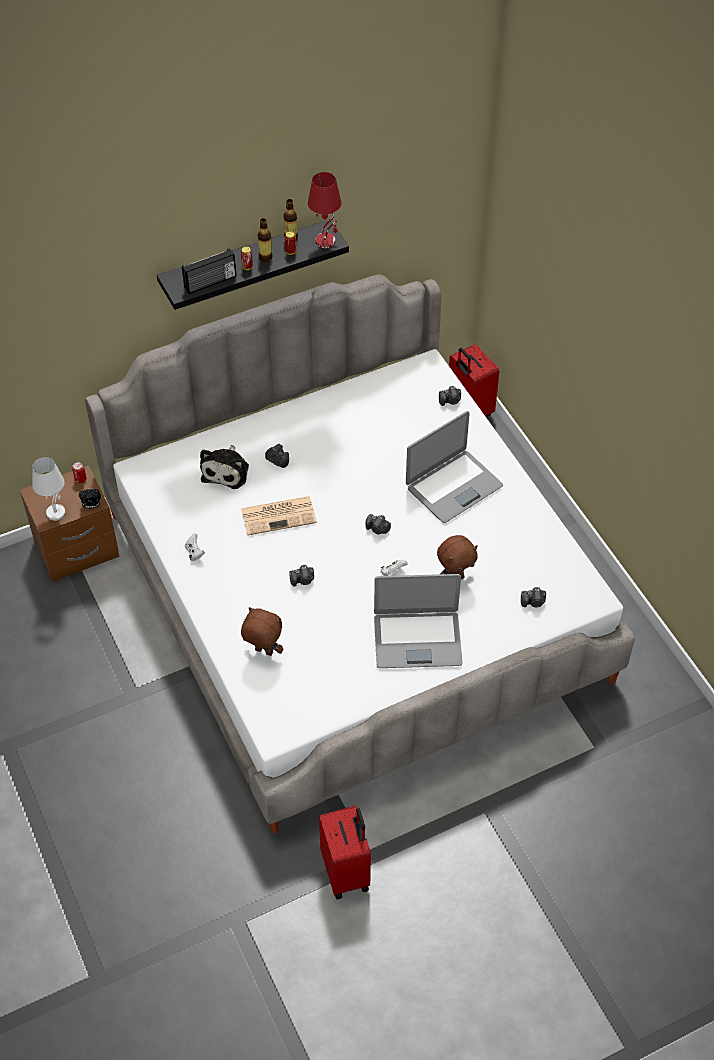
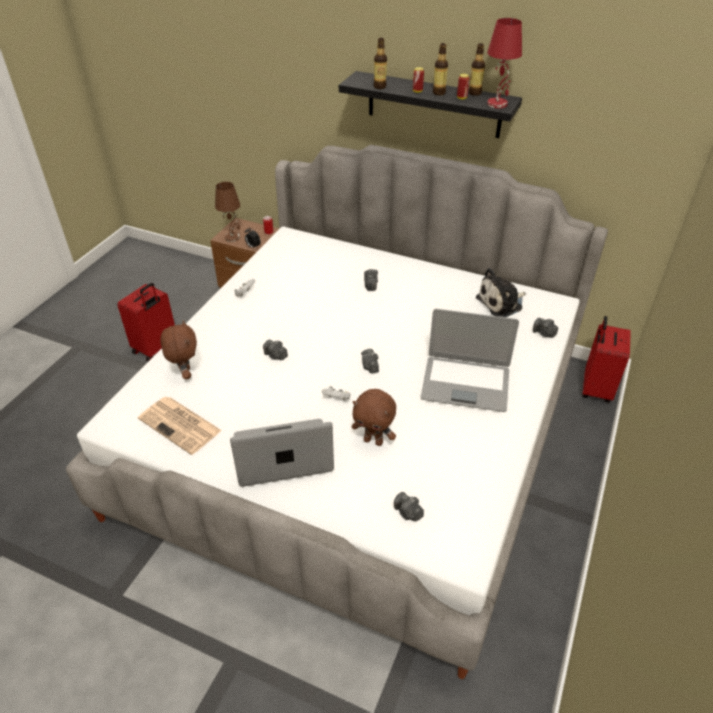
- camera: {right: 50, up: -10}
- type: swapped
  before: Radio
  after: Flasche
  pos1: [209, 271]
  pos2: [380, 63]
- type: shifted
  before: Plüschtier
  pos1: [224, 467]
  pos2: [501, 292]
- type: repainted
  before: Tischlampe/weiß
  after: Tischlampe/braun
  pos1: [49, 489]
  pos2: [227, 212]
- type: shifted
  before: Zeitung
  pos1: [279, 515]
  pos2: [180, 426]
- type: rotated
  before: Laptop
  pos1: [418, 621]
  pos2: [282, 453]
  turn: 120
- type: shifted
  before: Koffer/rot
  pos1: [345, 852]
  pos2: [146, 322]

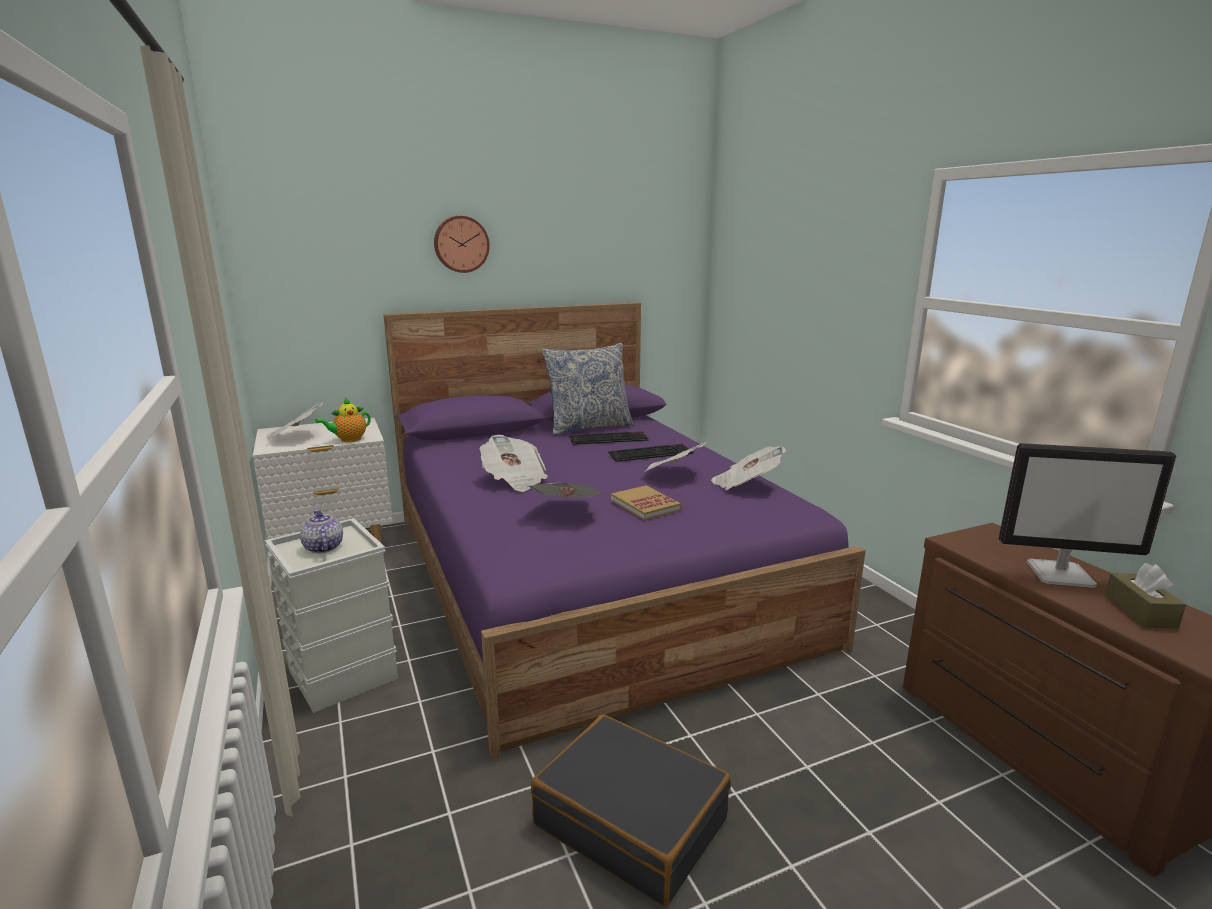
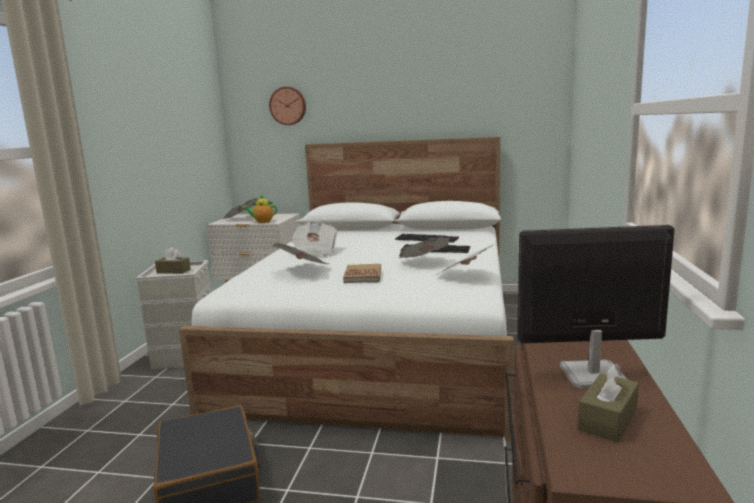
- camera: {right: 35, up: -5}
- type: shifted
  before: Wanduhr
  pos1: [462, 244]
  pos2: [287, 106]
- type: repainted
  before: Bett/lila
  after: Bett/weiß
  pos1: [624, 530]
  pos2: [346, 289]
- type: gone
  before: Kissen
  pos1: [588, 389]
- type: rotated
  before: Monitor
  pos1: [1087, 515]
  pos2: [596, 307]
  turn: 135
- type: swapped
  before: Teekanne
  after: Taschentuchbox/braun
  pos1: [321, 532]
  pos2: [173, 260]

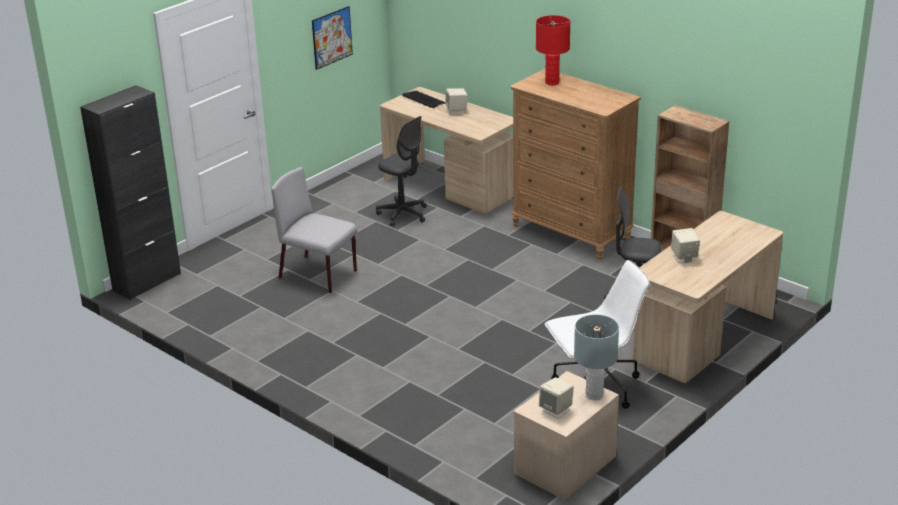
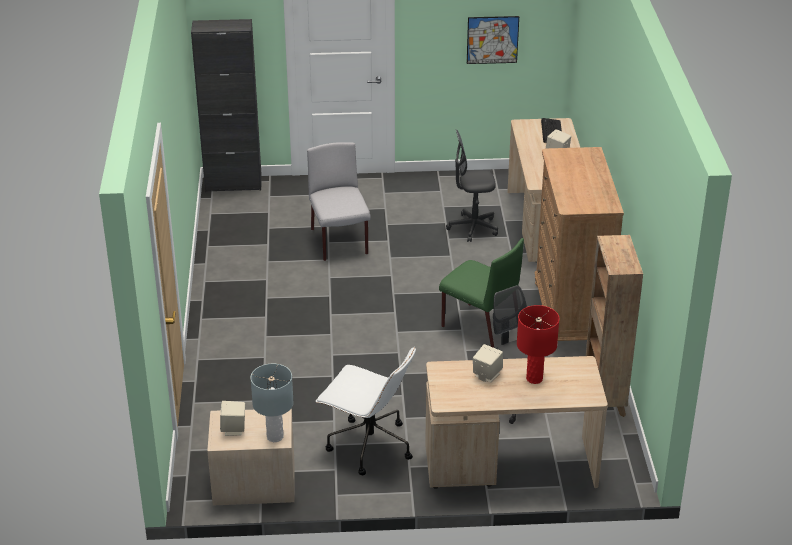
- camera: {right: 45, up: 5}
- type: shifted
  before: Tischlampe/rot
  pos1: [553, 50]
  pos2: [538, 344]
- type: rotated
  before: Bürostuhl/grau
  pos1: [401, 171]
  pos2: [472, 185]
  turn: 90
- type: new
  after: Stuhl/grün
  pos2: [481, 293]

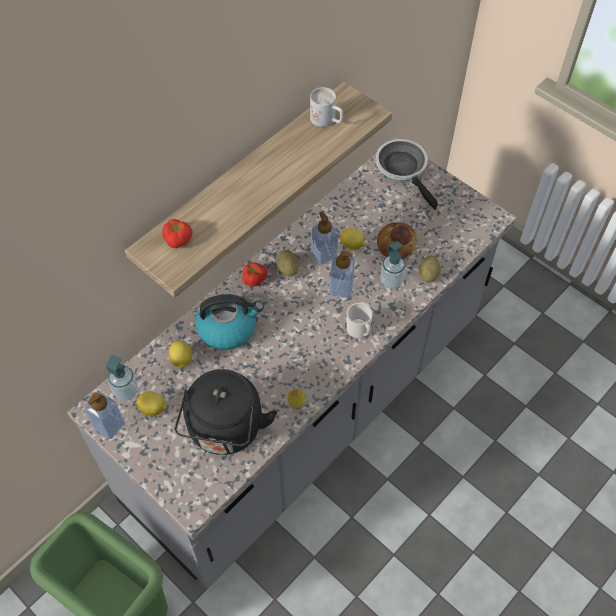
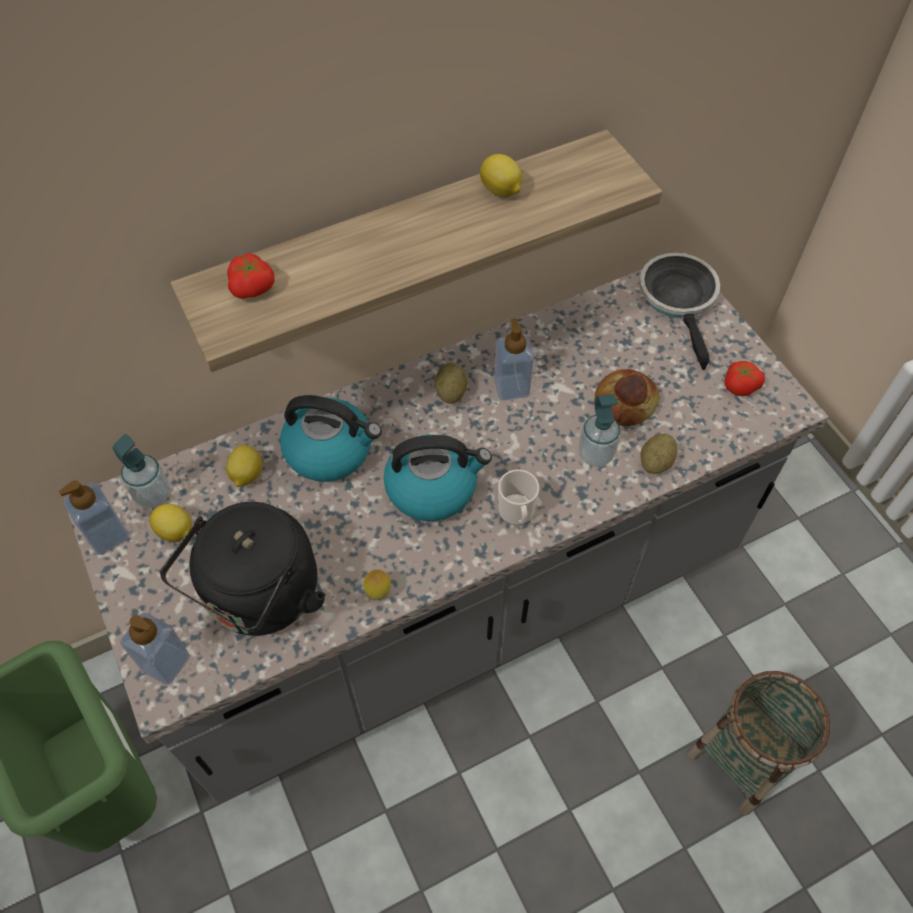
- camera: {right: 20, up: 0}
- type: gone
  before: Henkelbecher/weiß
  pos1: [326, 107]
- type: shifted
  before: Zitrone
  pos1: [352, 239]
  pos2: [501, 175]
- type: shifted
  before: Seifenspender
  pos1: [342, 274]
  pos2: [155, 649]
- type: shifted
  before: Tomate
  pos1: [255, 275]
  pos2: [745, 378]
- type: new
  after: Wasserkessel
  pos2: [438, 477]
- type: new
  after: Korb
  pos2: [759, 743]

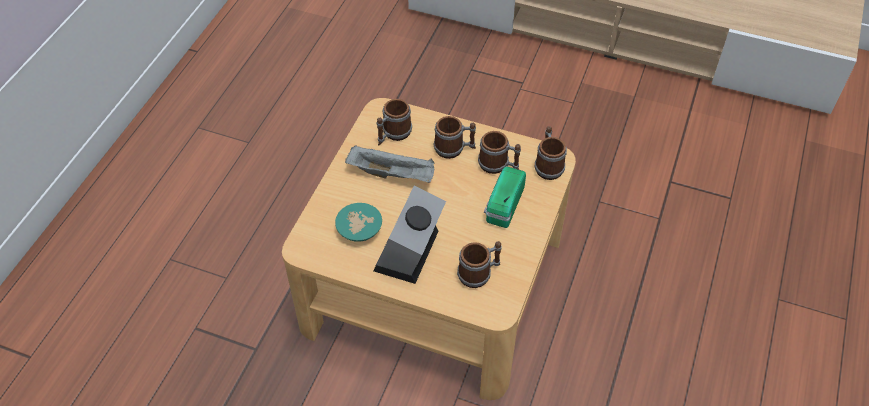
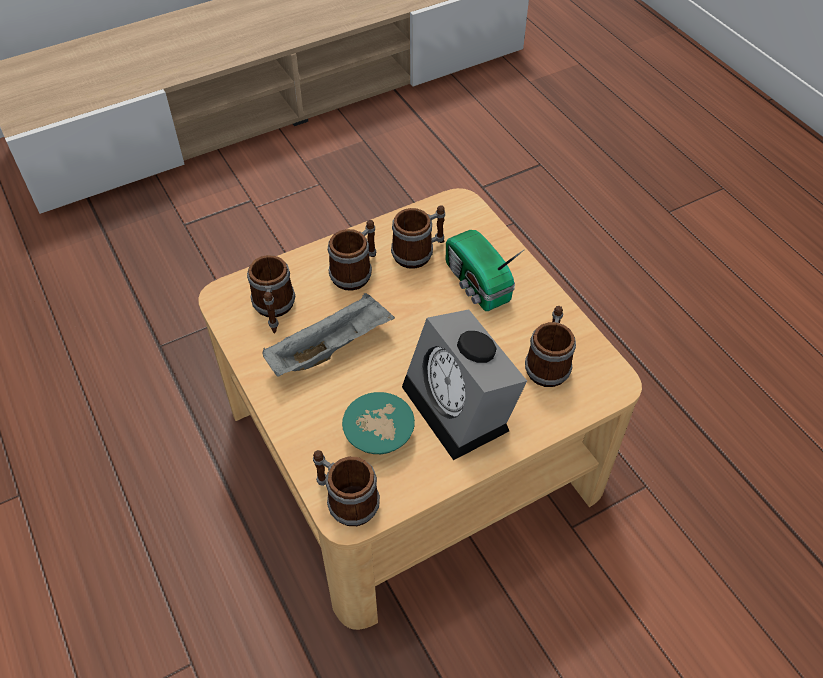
- camera: {right: -50, up: 0}
- type: shifted
  before: Henkelbecher
  pos1: [551, 153]
  pos2: [346, 488]

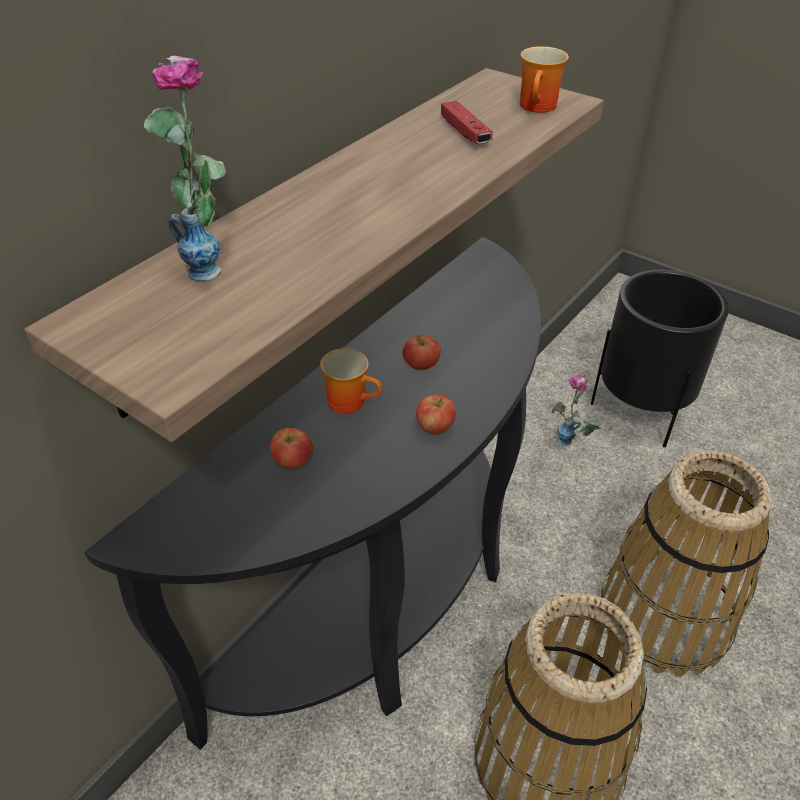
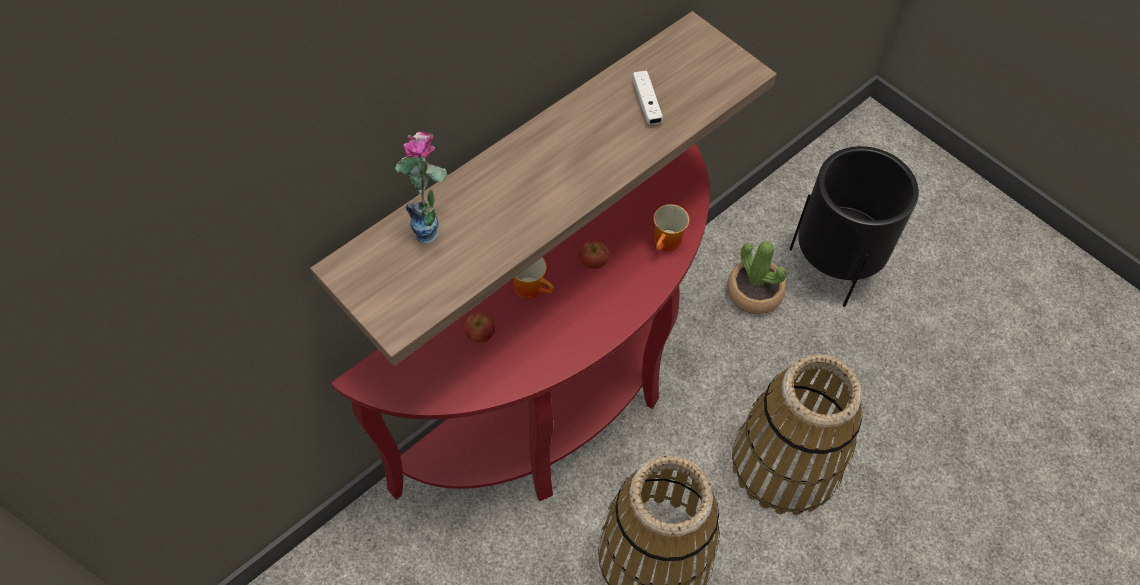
- camera: {right: 10, up: 15}
- type: shifted
  before: Henkelbecher
  pos1: [544, 79]
  pos2: [671, 227]
- type: repainted
  before: Gamepad/rot
  after: Gamepad/weiß
  pos1: [466, 122]
  pos2: [648, 97]
- type: repainted
  before: Konsolentisch/schwarz
  after: Konsolentisch/rot
  pos1: [313, 493]
  pos2: [520, 322]
- type: swapped
  before: Vase
  after: Topfpflanze
  pos1: [576, 410]
  pos2: [757, 277]
- type: gone
  before: Apfel
  pos1: [436, 414]

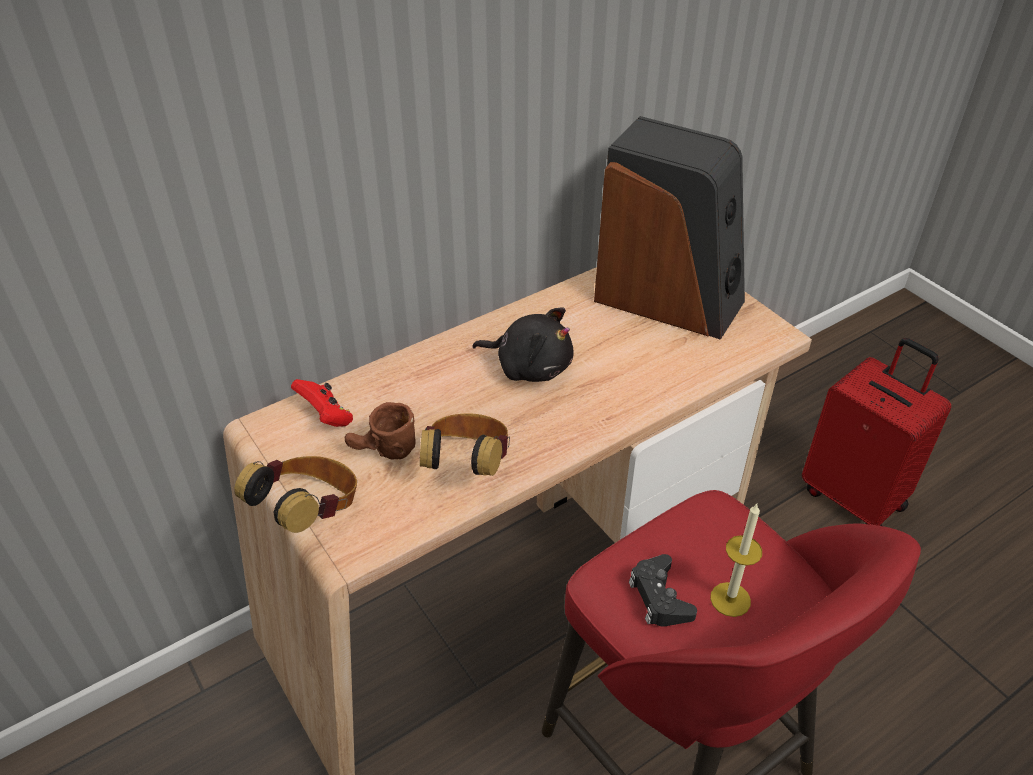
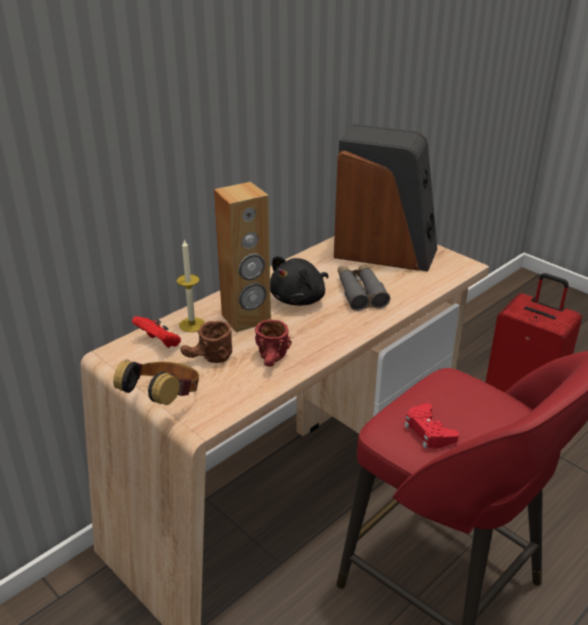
- camera: {right: -10, up: -10}
- type: rotated
  before: Plüschtier/schwarz
  pos1: [523, 344]
  pos2: [299, 281]
  turn: 120
- type: swapped
  before: Kopfhörer
  after: Henkelbecher/rot
  pos1: [465, 445]
  pos2: [273, 343]
- type: shifted
  before: Kerze
  pos1: [736, 560]
  pos2: [191, 285]
- type: repainted
  before: Gamepad/schwarz
  after: Gamepad/rot
  pos1: [663, 590]
  pos2: [431, 426]
- type: new
  after: Lautsprecher/braun
  pos2: [242, 257]
- type: new
  after: Fernglas/grau
  pos2: [364, 287]

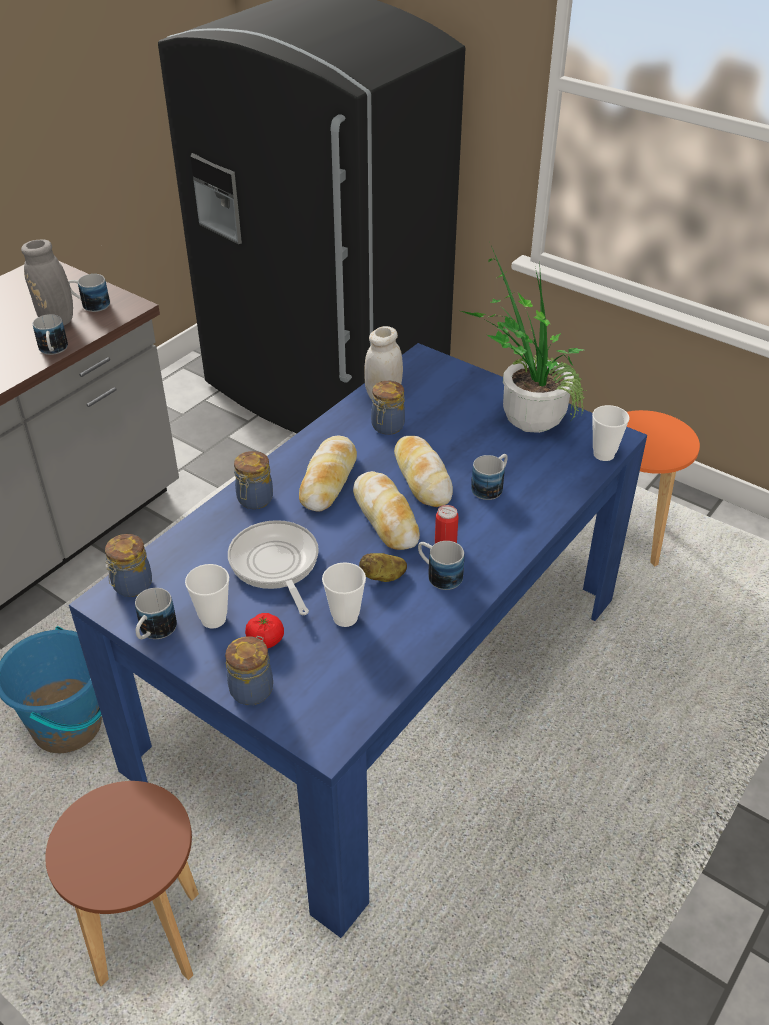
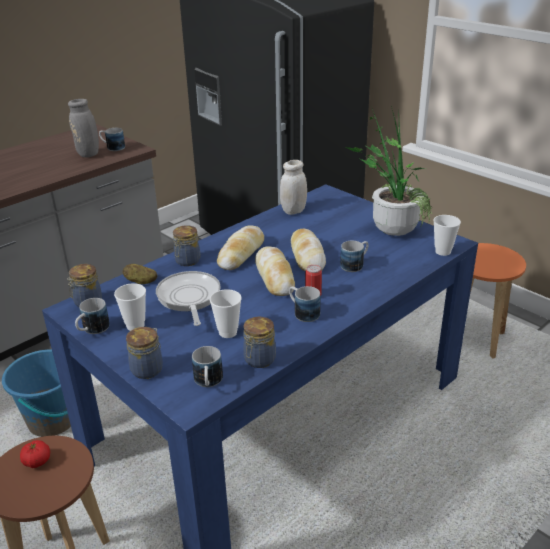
- camera: {right: 10, up: -10}
- type: shifted
  before: Henkelbecher
  pos1: [50, 334]
  pos2: [207, 366]
- type: shifted
  before: Vorratsglas
  pos1: [388, 408]
  pos2: [259, 342]
- type: shifted
  before: Kartoffel
  pos1: [383, 567]
  pos2: [140, 274]
- type: shifted
  before: Tomate
  pos1: [264, 630]
  pos2: [35, 454]

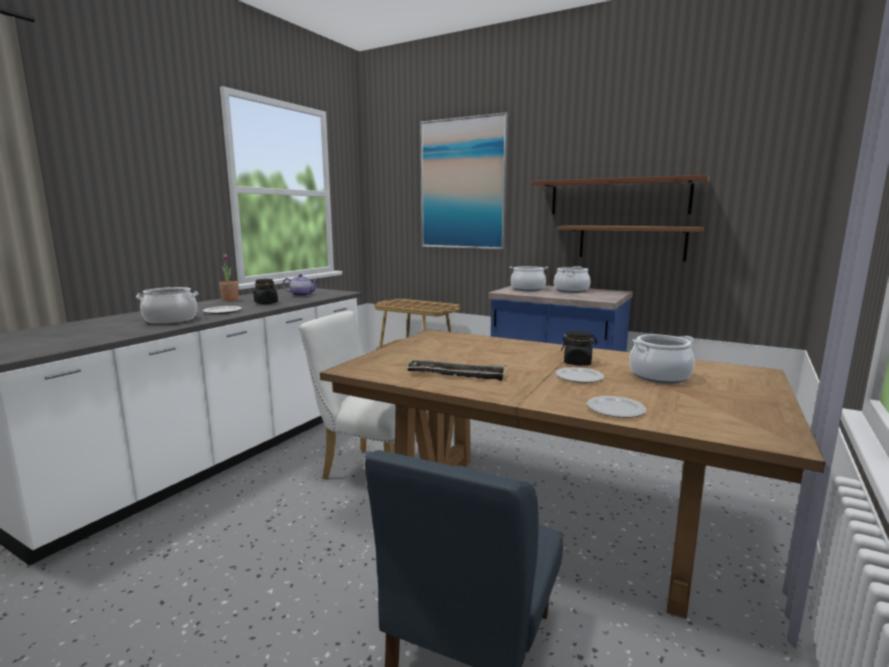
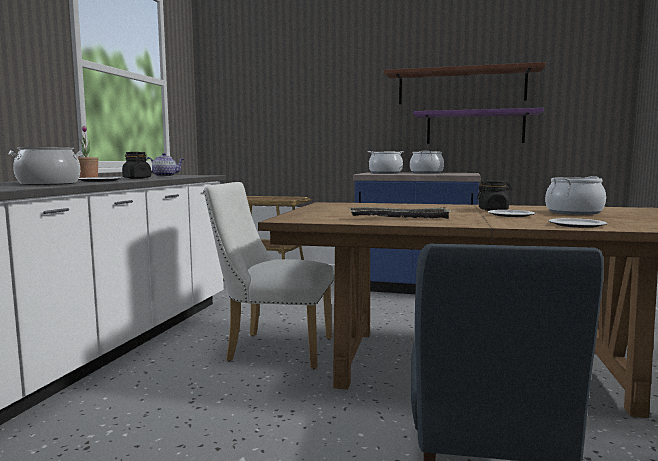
- camera: {right: -15, up: -5}
- type: gone
  before: Bild
  pos1: [464, 181]
- type: repainted
  before: Wandregal/braun
  after: Wandregal/lila
  pos1: [631, 243]
  pos2: [478, 126]

